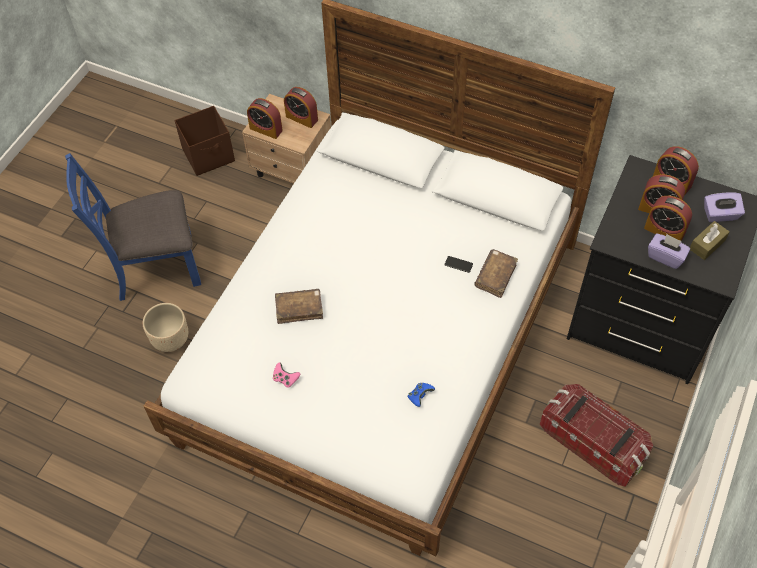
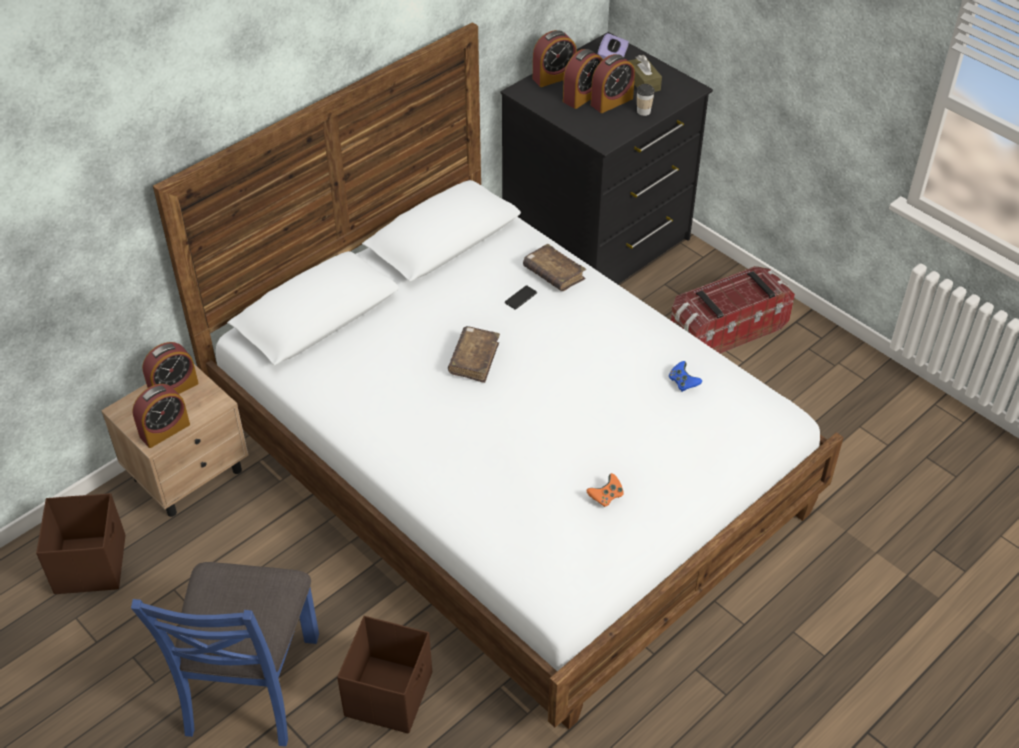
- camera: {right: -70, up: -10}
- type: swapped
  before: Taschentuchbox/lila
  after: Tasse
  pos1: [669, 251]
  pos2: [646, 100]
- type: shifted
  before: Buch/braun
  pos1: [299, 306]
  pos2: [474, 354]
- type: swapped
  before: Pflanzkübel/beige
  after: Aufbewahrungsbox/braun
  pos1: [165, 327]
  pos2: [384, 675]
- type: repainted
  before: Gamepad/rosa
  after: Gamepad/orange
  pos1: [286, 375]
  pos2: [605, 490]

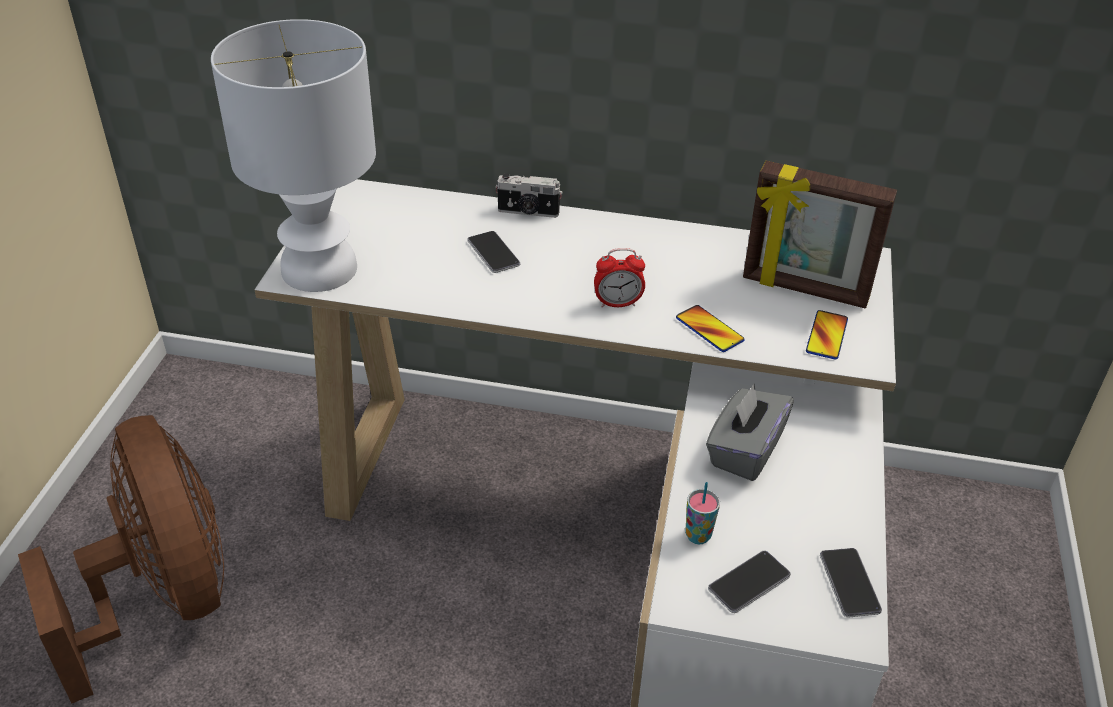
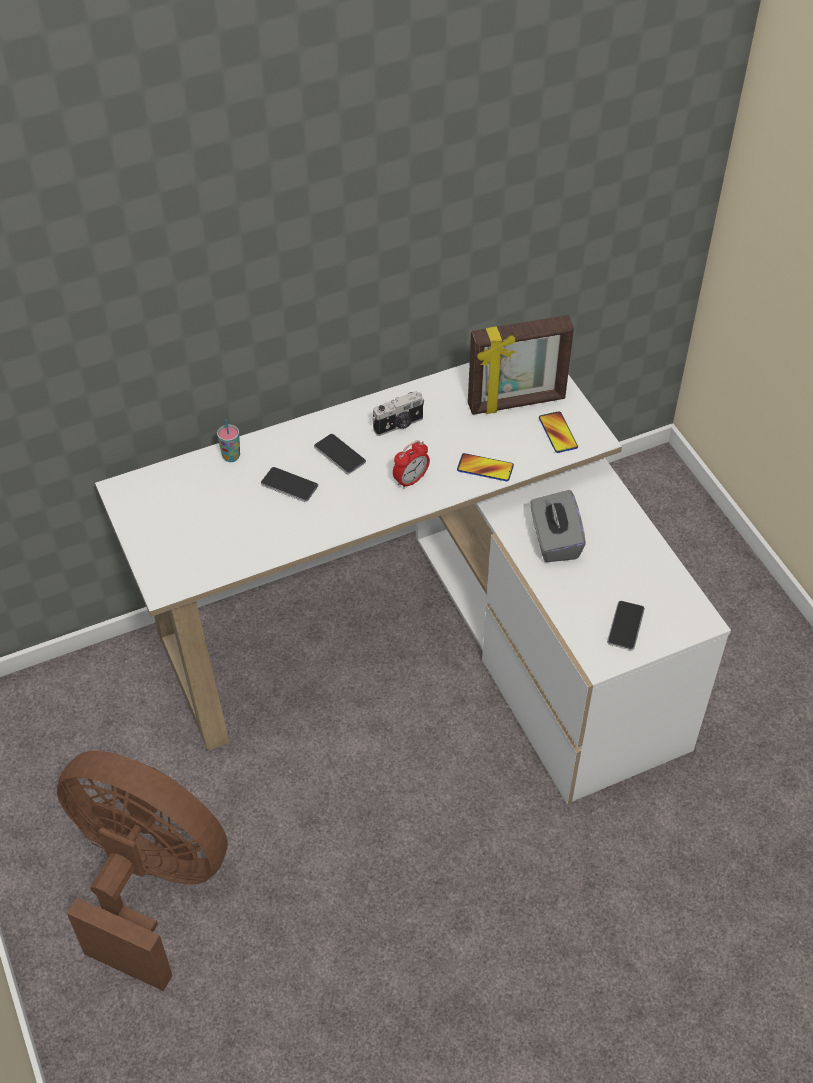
- camera: {right: -35, up: 10}
- type: gone
  before: Tischlampe/weiß
  pos1: [293, 155]
- type: shifted
  before: Kamera
  pos1: [528, 196]
  pos2: [398, 413]
- type: shifted
  before: Tasse
  pos1: [702, 513]
  pos2: [228, 440]
- type: shifted
  before: Handy
  pos1: [851, 582]
  pos2: [340, 454]

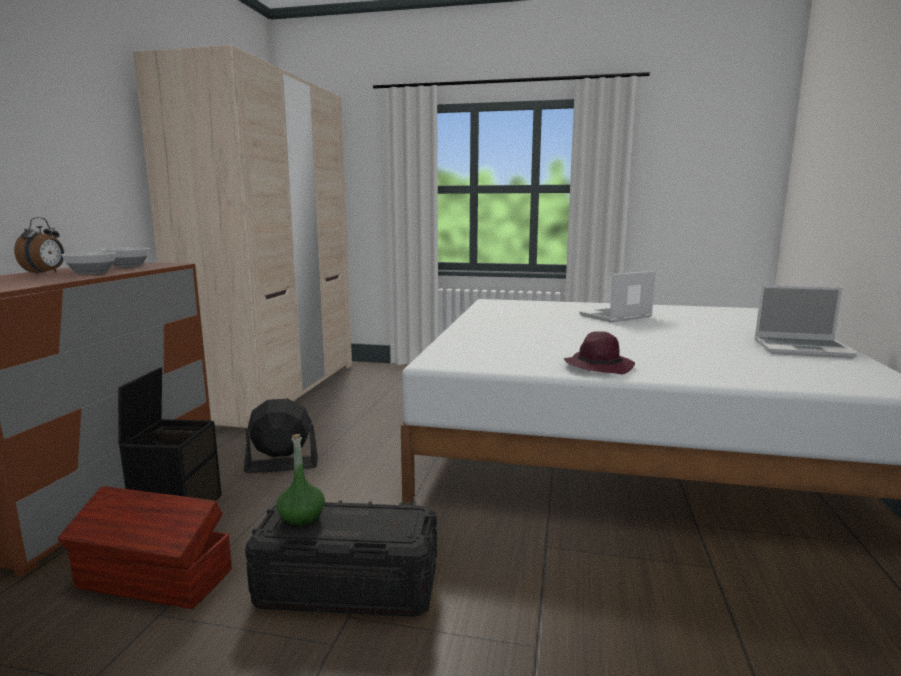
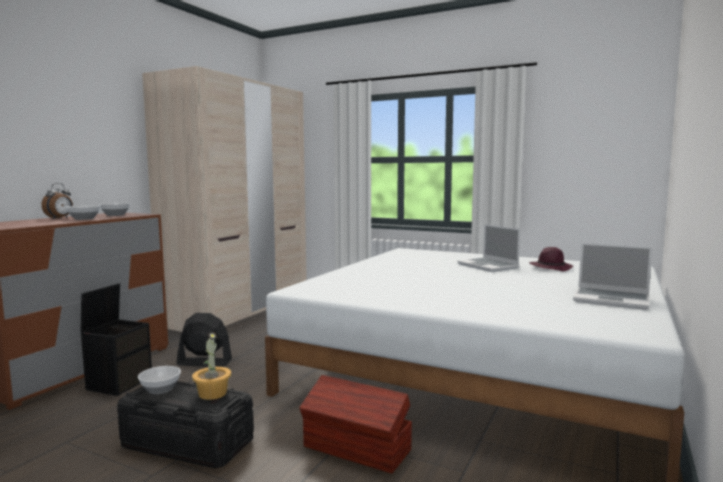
- camera: {right: 15, up: -5}
- type: rotated
  before: Laptop
  pos1: [618, 296]
  pos2: [489, 248]
  turn: -105
- type: shifted
  before: Hut/lila
  pos1: [599, 352]
  pos2: [551, 259]
- type: swapped
  before: Flasche/grün
  after: Schüssel
  pos1: [300, 480]
  pos2: [159, 380]
- type: shifted
  before: Aufbewahrungsbox/braun
  pos1: [144, 547]
  pos2: [355, 424]
- type: new
  after: Topfpflanze
  pos2: [211, 366]

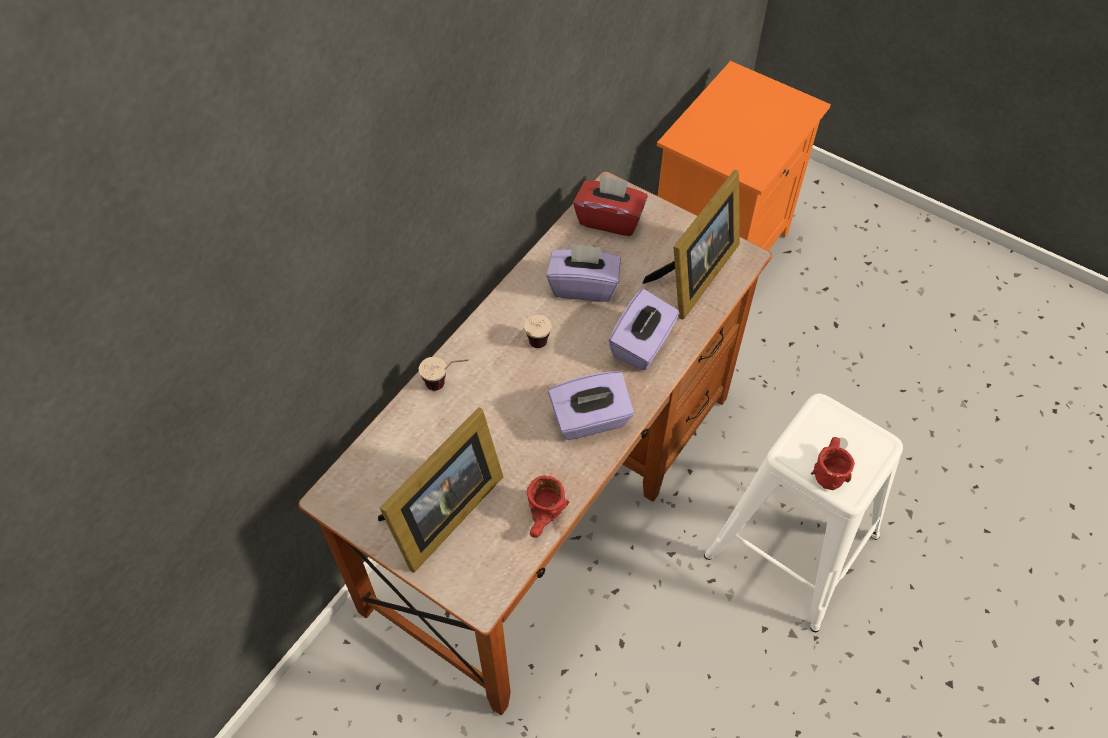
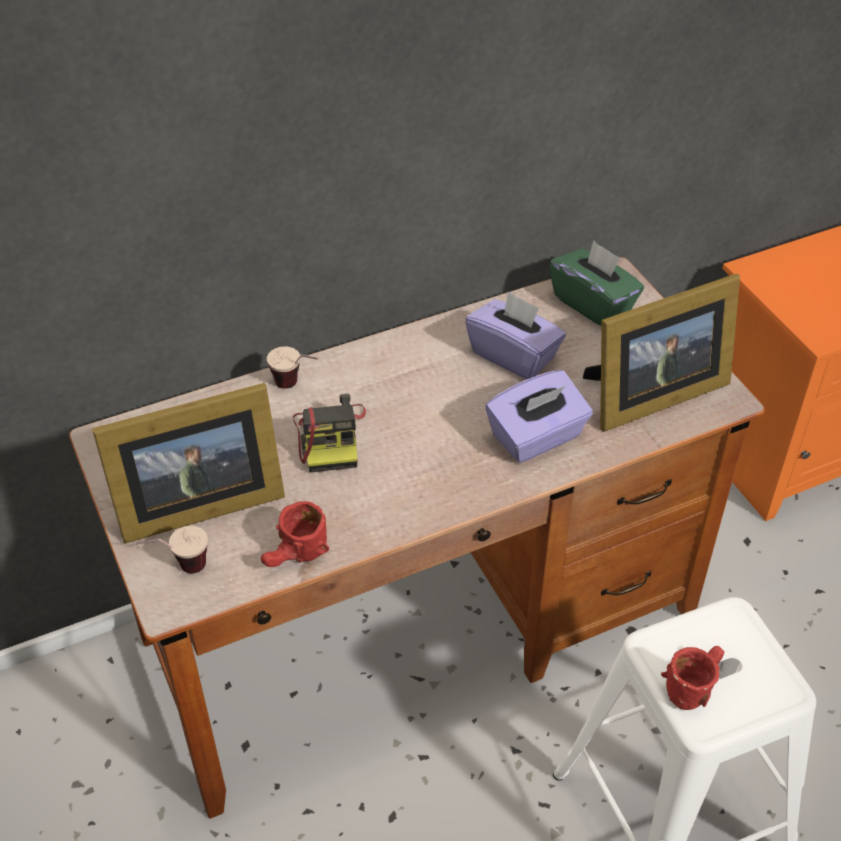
- camera: {right: 30, up: -10}
- type: repainted
  before: Taschentuchbox/rot
  after: Taschentuchbox/grün
  pos1: [610, 205]
  pos2: [596, 283]
- type: shifted
  before: Tasse
  pos1: [534, 331]
  pos2: [171, 549]
- type: gone
  before: Taschentuchbox/lila
  pos1: [591, 405]
- type: new
  after: Kamera
  pos2: [329, 433]

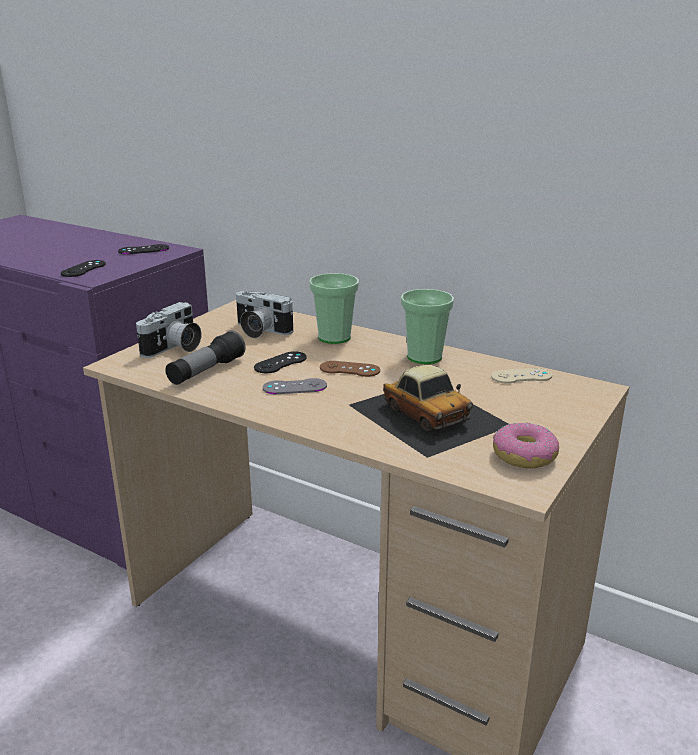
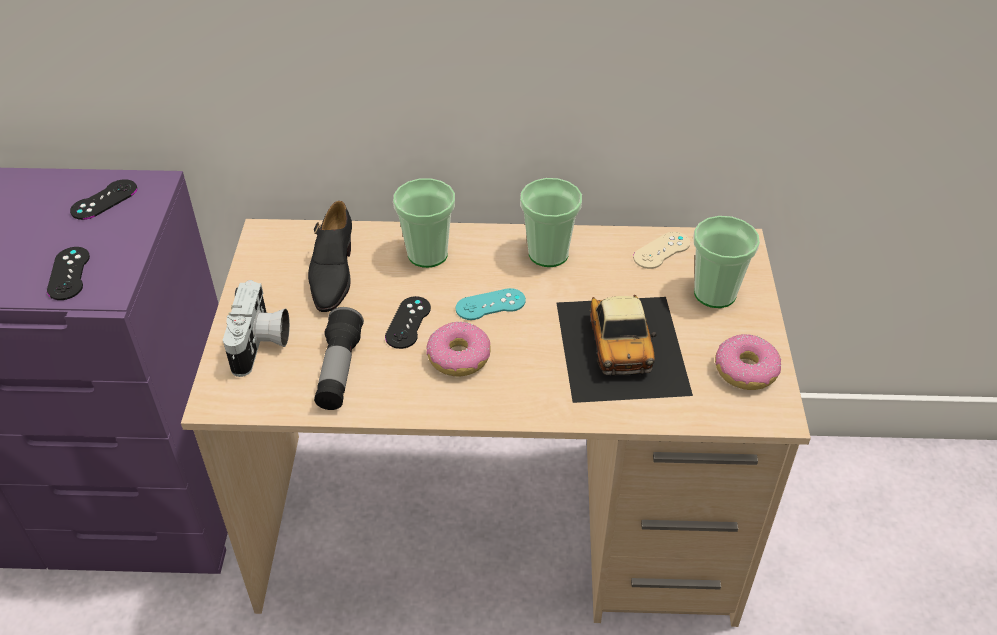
- camera: {right: -30, up: 20}
- type: swapped
  before: Kamera
  after: Schuh/schwarz
  pos1: [265, 314]
  pos2: [330, 256]
- type: repainted
  before: Gamepad/braun
  after: Gamepad/türkis
  pos1: [350, 369]
  pos2: [491, 304]
- type: rotated
  before: Spielzeugauto
  pos1: [428, 411]
  pos2: [624, 349]
  turn: 60
- type: swapped
  before: Gamepad/grau
  after: Donut
  pos1: [295, 386]
  pos2: [458, 349]
- type: new
  after: Tasse
  pos2: [726, 262]

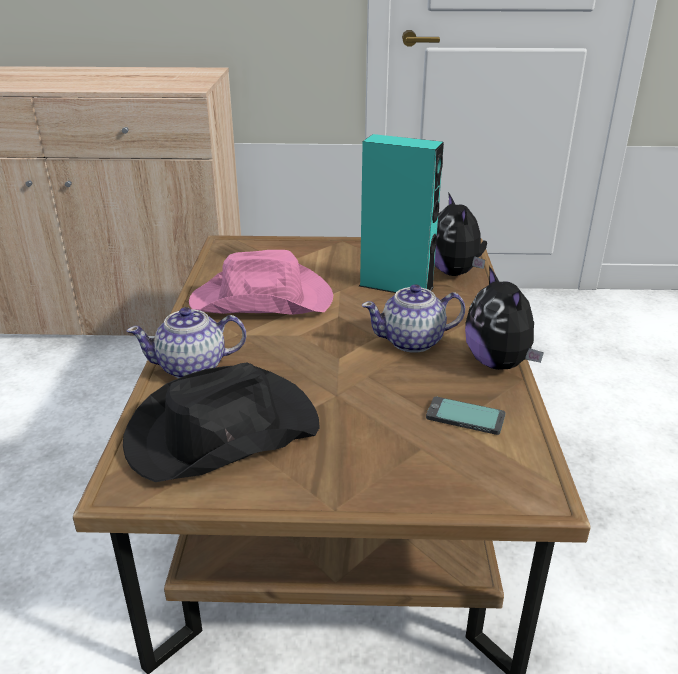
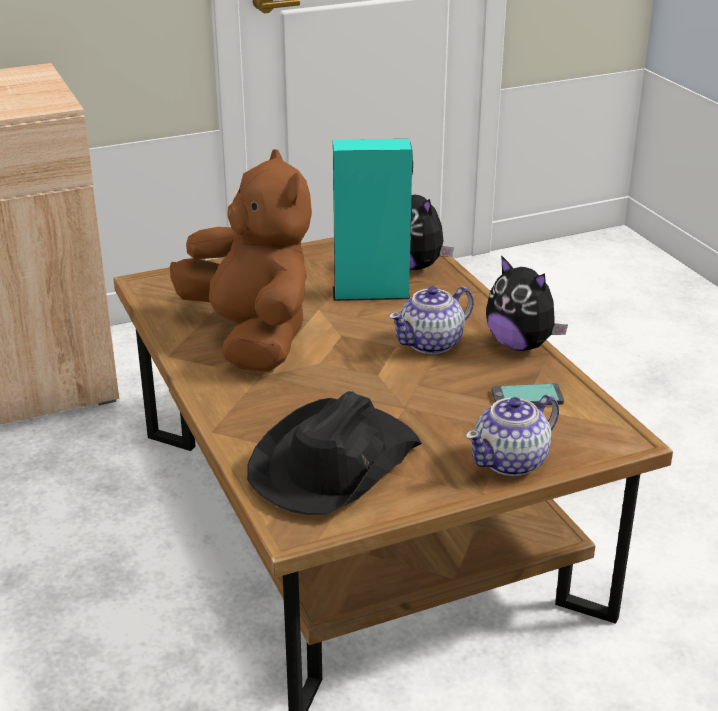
- camera: {right: -25, up: 0}
- type: swapped
  before: Hut/rosa
  after: Plüschtier/braun
  pos1: [261, 282]
  pos2: [241, 260]
- type: shifted
  before: Teekanne
  pos1: [186, 342]
  pos2: [512, 435]

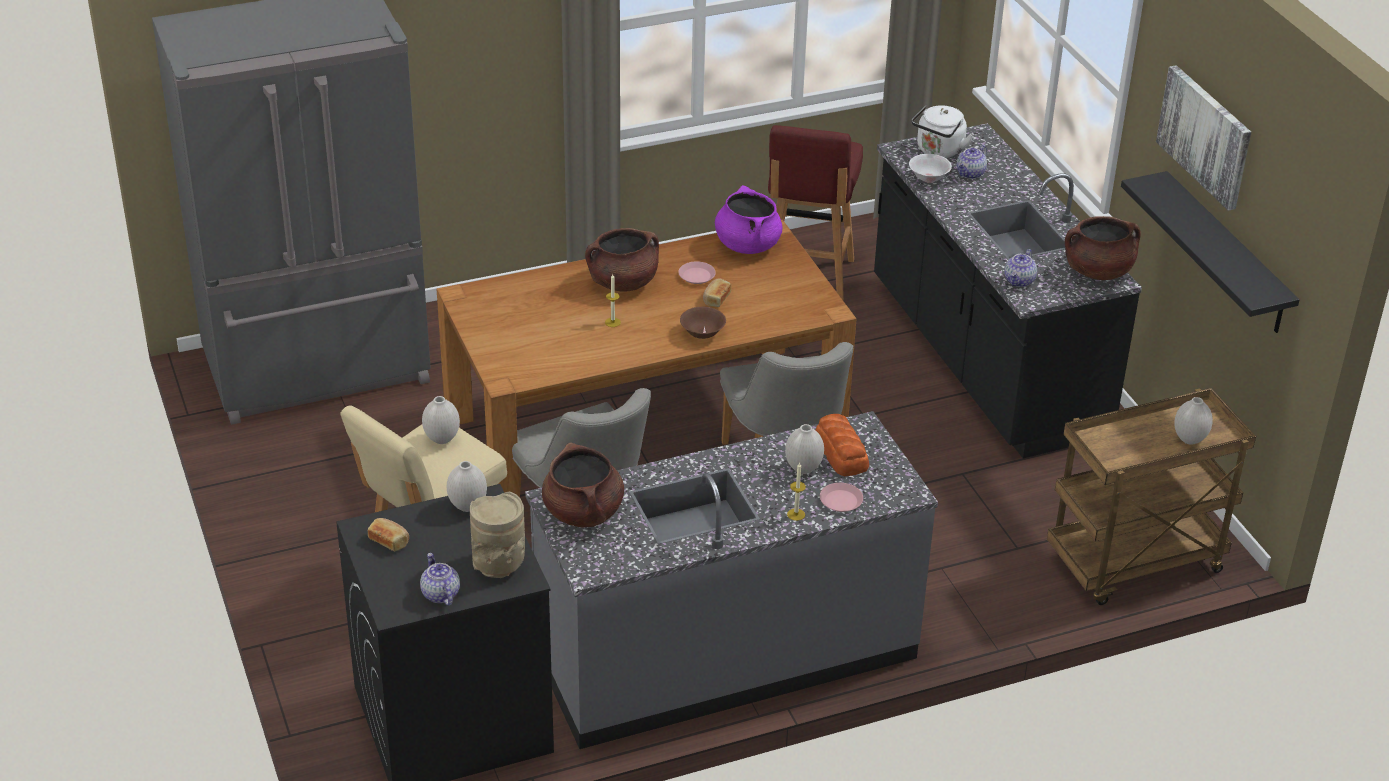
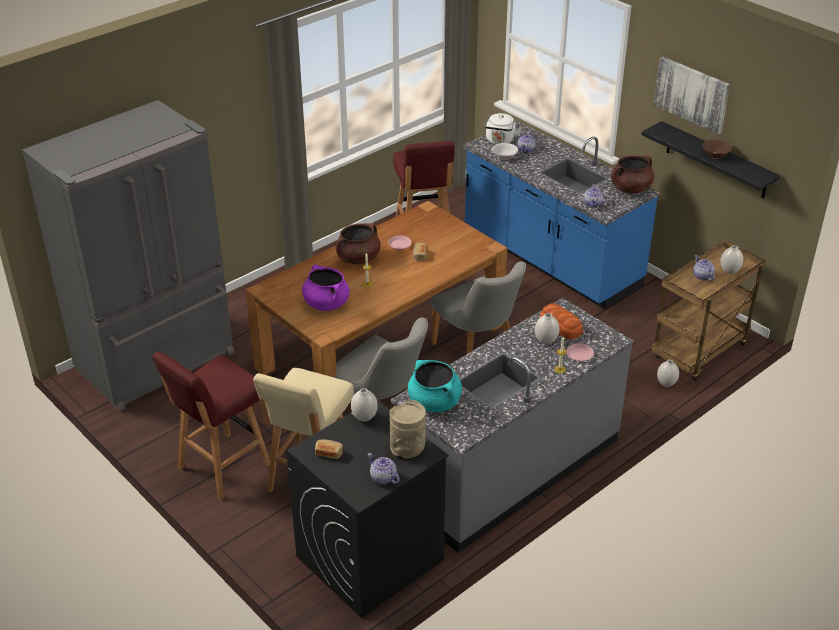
- camera: {right: -20, up: 0}
- type: repainted
  before: Küchenzeile/schwarz
  after: Küchenzeile/blau
  pos1: [1008, 290]
  pos2: [561, 215]
- type: shifted
  before: Kochtopf/lila
  pos1: [749, 219]
  pos2: [325, 288]
- type: shifted
  before: Schüssel/braun
  pos1: [703, 323]
  pos2: [717, 149]
- type: shifted
  before: Vase/weiß
  pos1: [441, 420]
  pos2: [668, 373]
- type: repainted
  before: Kochtopf/braun
  after: Kochtopf/türkis
  pos1: [583, 485]
  pos2: [435, 386]
- type: new
  after: Teekanne
  pos2: [704, 268]
- type: new
  after: Hocker/rot
  pos2: [211, 426]

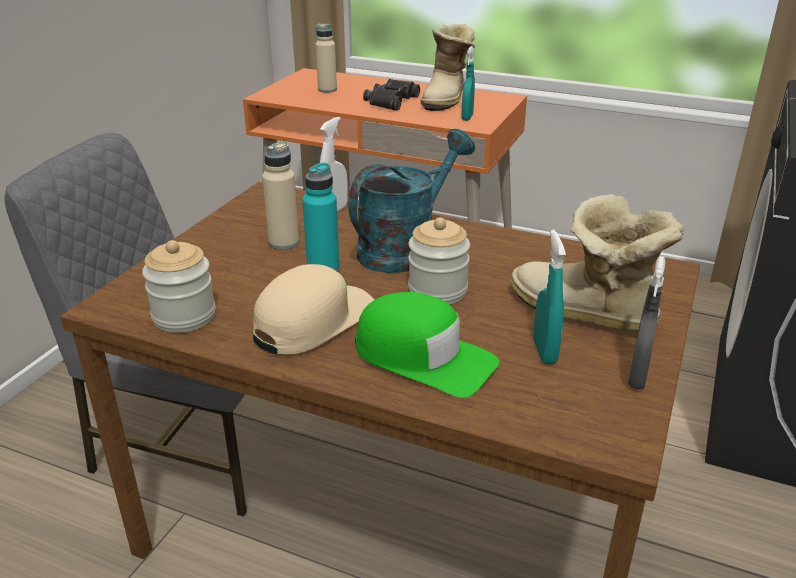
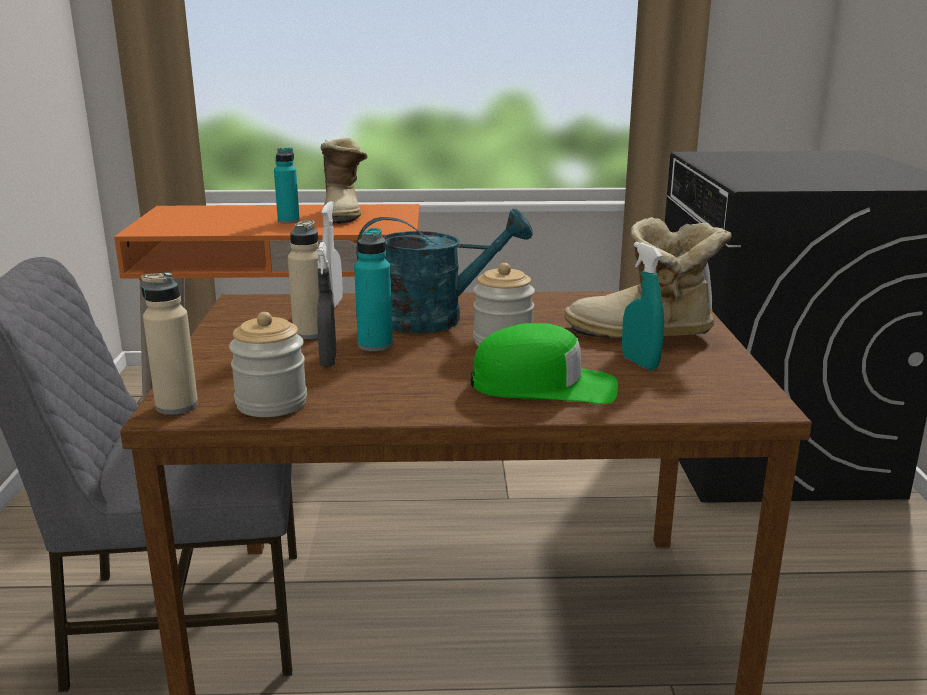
- camera: {right: -25, up: -10}
- type: shifted
  before: Flasche/beige
  pos1: [326, 58]
  pos2: [169, 343]
- type: gone
  before: Sprühflasche/türkis
  pos1: [468, 83]
- type: swapped
  before: Fernglas/schwarz
  after: Flasche/türkis
  pos1: [391, 95]
  pos2: [287, 186]
- type: rotated
  before: Gießkanne/türkis
  pos1: [411, 201]
  pos2: [444, 271]
  turn: 60
- type: shifted
  before: Sprühflasche/grau
  pos1: [646, 322]
  pos2: [327, 304]
- type: gone
  before: Kappe/beige
  pos1: [313, 309]

